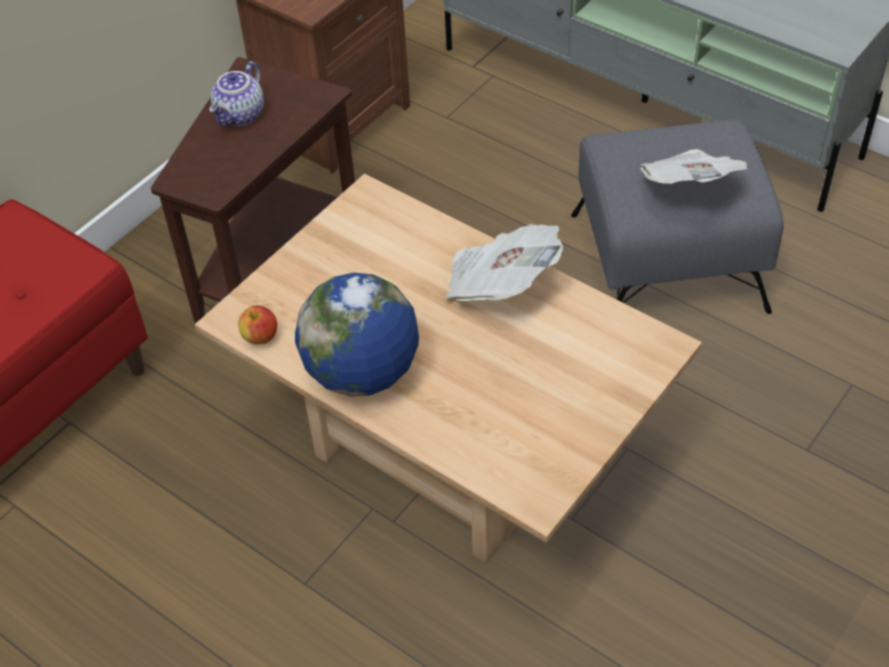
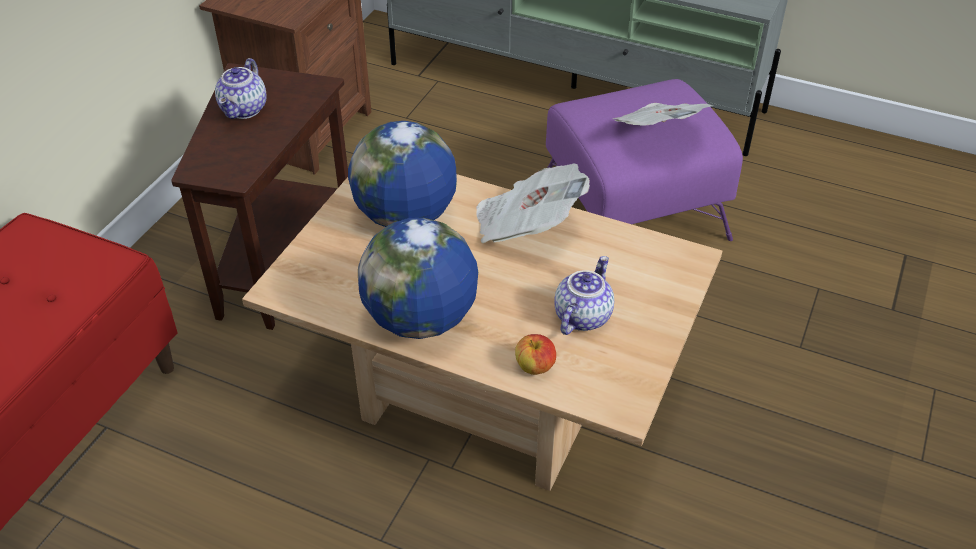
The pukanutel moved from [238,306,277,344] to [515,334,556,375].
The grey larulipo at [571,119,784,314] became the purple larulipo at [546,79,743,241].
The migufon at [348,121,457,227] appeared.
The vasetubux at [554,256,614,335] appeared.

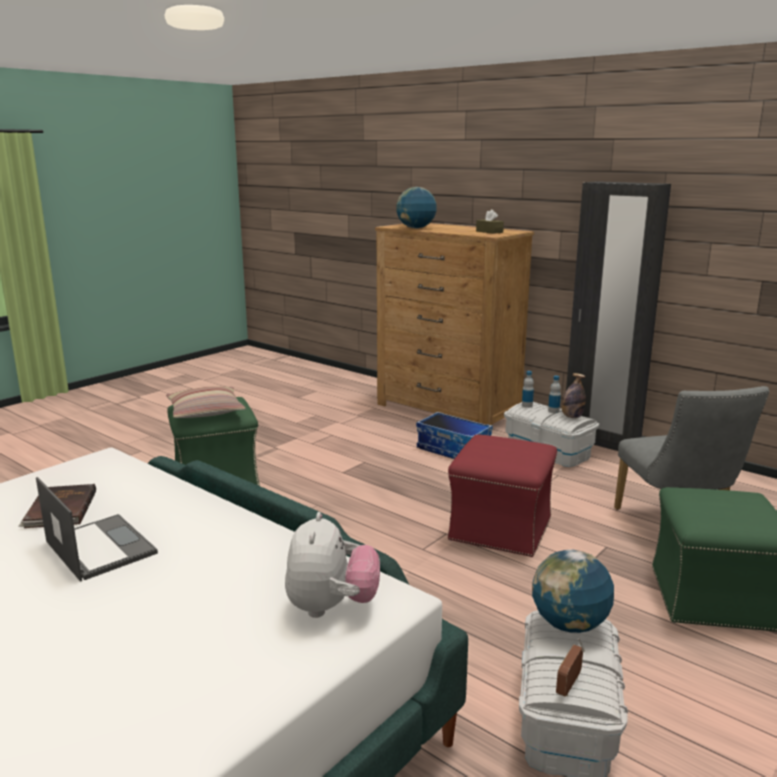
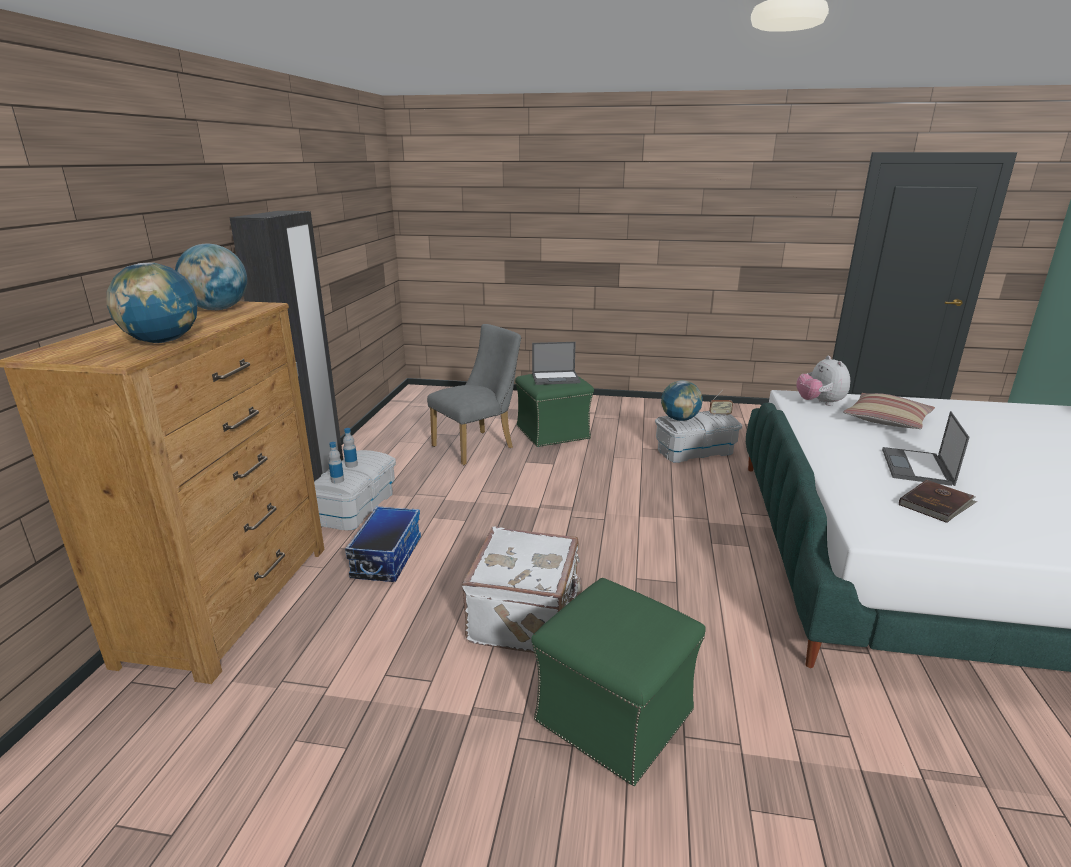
The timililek moved from [166,386,246,418] to [843,393,935,429].
The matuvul at [285,512,380,618] turned 75 degrees counterclockwise.
The red larulipo at [448,434,557,557] disappeared.
The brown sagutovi at [476,209,504,234] was replaced by the migufon at [175,244,247,310].
The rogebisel at [562,373,586,418] disappeared.
The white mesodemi at [462,527,582,653] appeared.
The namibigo at [532,342,580,385] appeared.

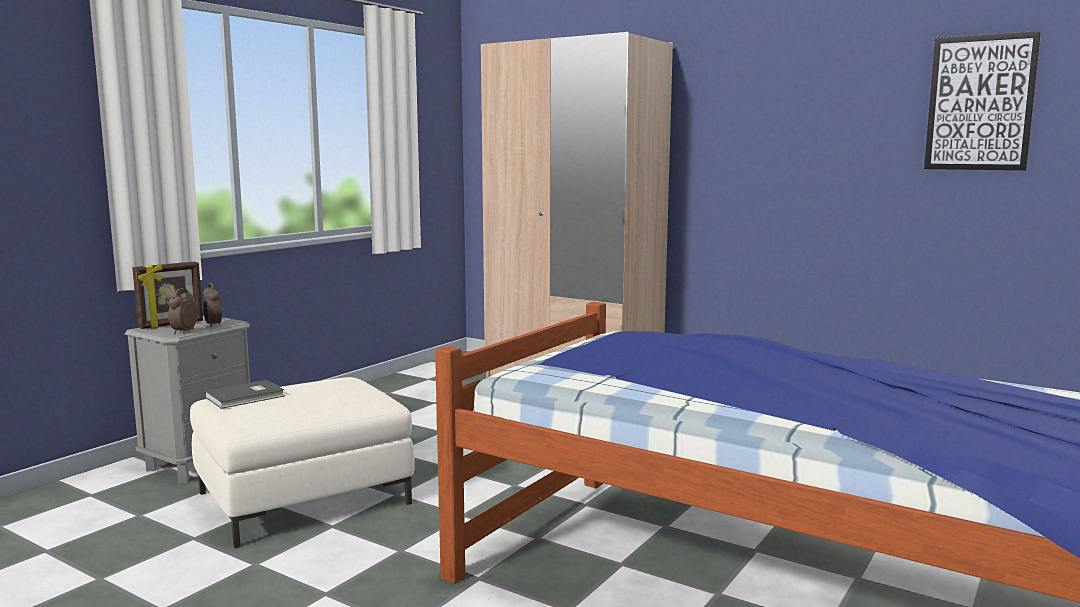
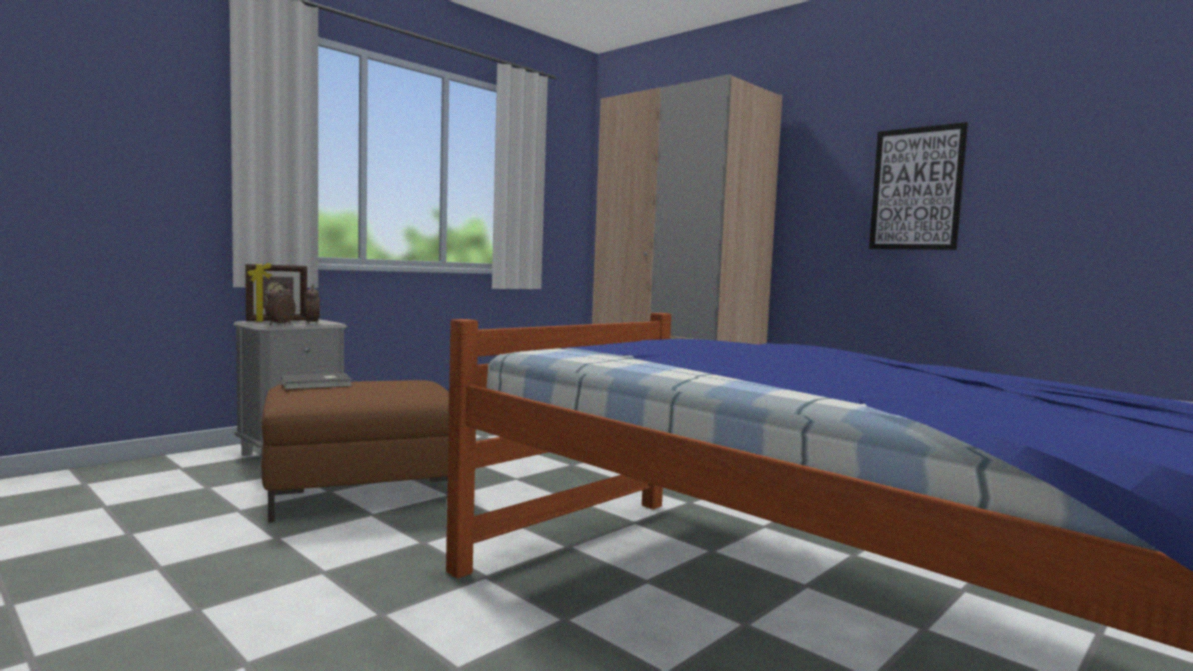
The white larulipo at [190,377,414,548] became the brown larulipo at [261,380,449,523].
The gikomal moved from [924,31,1041,170] to [869,122,968,250].

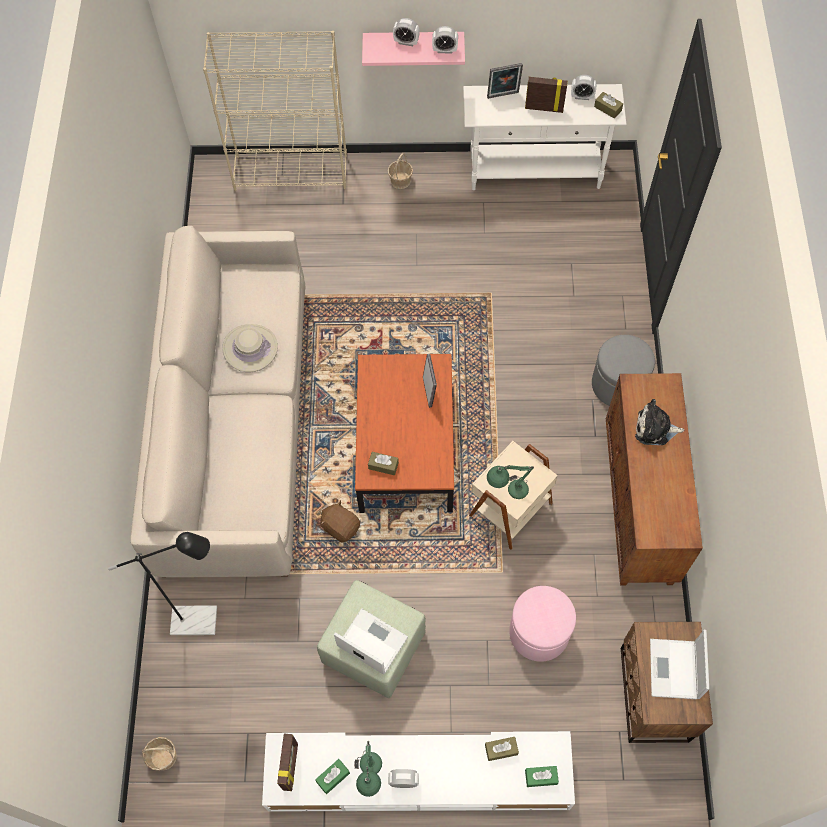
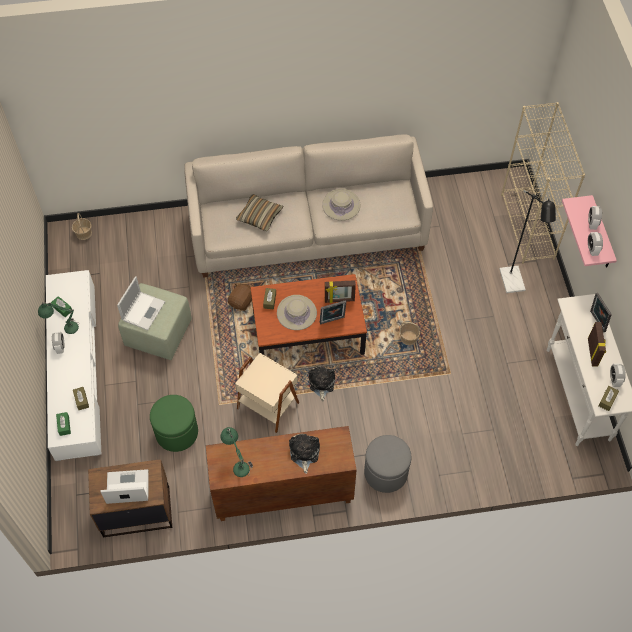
The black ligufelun moved from [108,532,217,635] to [499,190,556,293].
The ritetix moved from [277,734,298,791] to [325,280,356,303].
The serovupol moved from [388,153,413,189] to [399,322,420,345].
The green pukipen moved from [487,465,534,499] to [221,427,253,477].
The pink larulipo at [509,586,576,662] became the green larulipo at [150,395,198,452].
The timililek at [236,194,283,231] appeared.
The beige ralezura at [277,295,317,330] appeared.
The matuvul at [309,367,335,401] appeared.

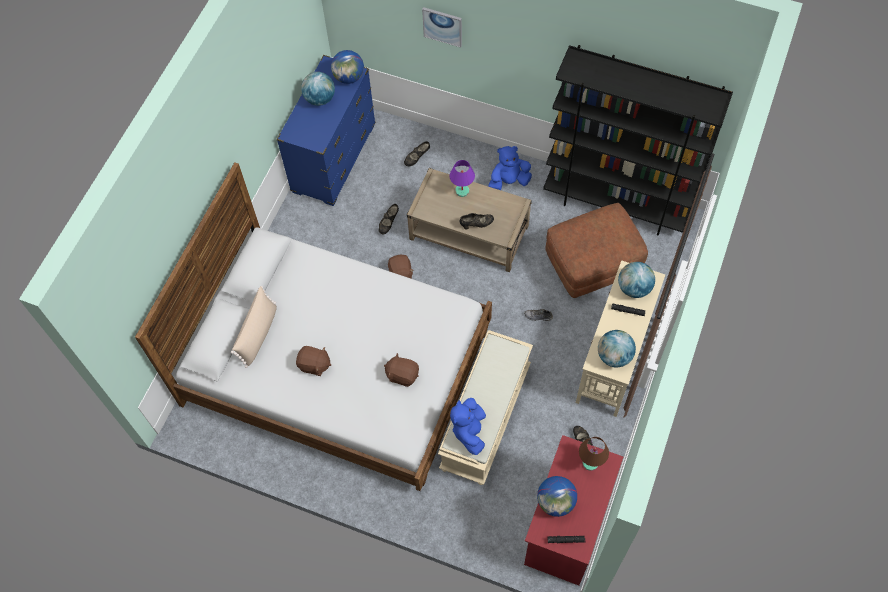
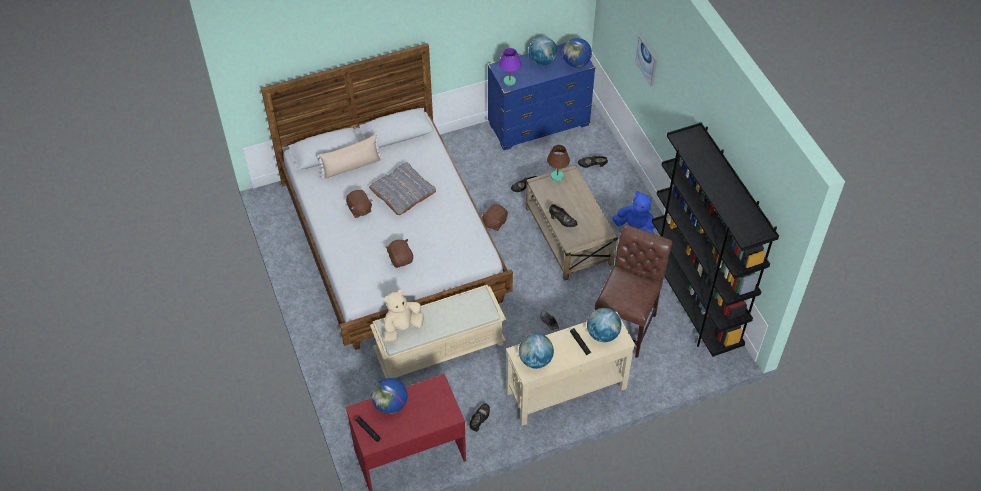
The purple pukipen moved from [450,160,475,197] to [499,48,521,86].
The blue matuvul at [450,398,486,455] became the beige matuvul at [384,290,424,342].
The brown larulipo at [545,203,648,298] was replaced by the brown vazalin at [595,225,673,358].
The brown pukipen moved from [579,437,609,471] to [547,145,570,181].
The grey timililek at [369,162,436,215] appeared.

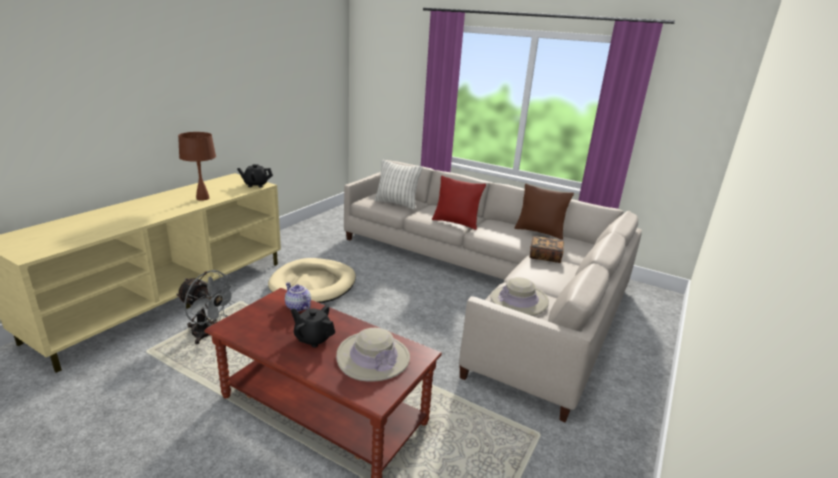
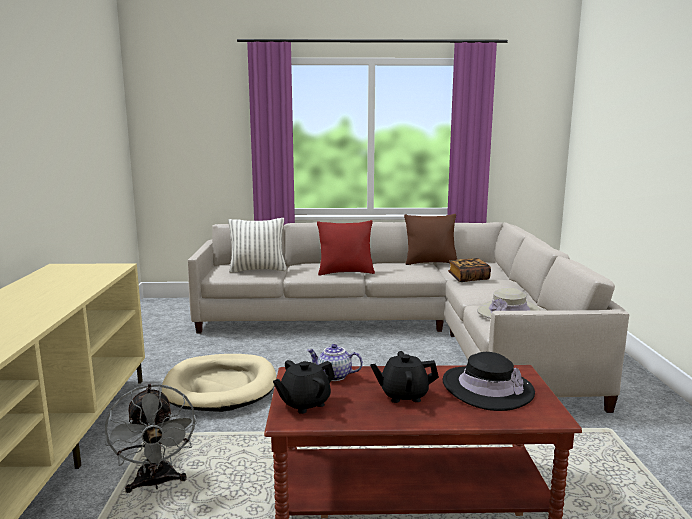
The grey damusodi at [176,270,237,344] turned 75 degrees clockwise.
The brown pukipen at [178,132,216,201] disappeared.
The black vasetubux moved from [237,164,273,187] to [273,360,335,414].
The beige ralezura at [336,328,410,382] became the black ralezura at [443,352,535,411].

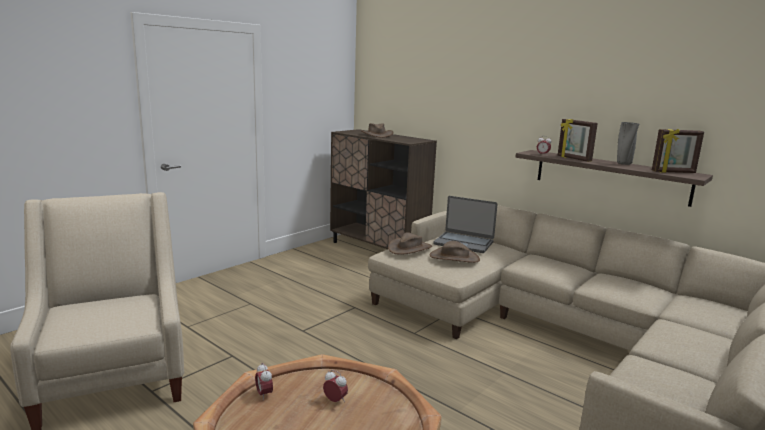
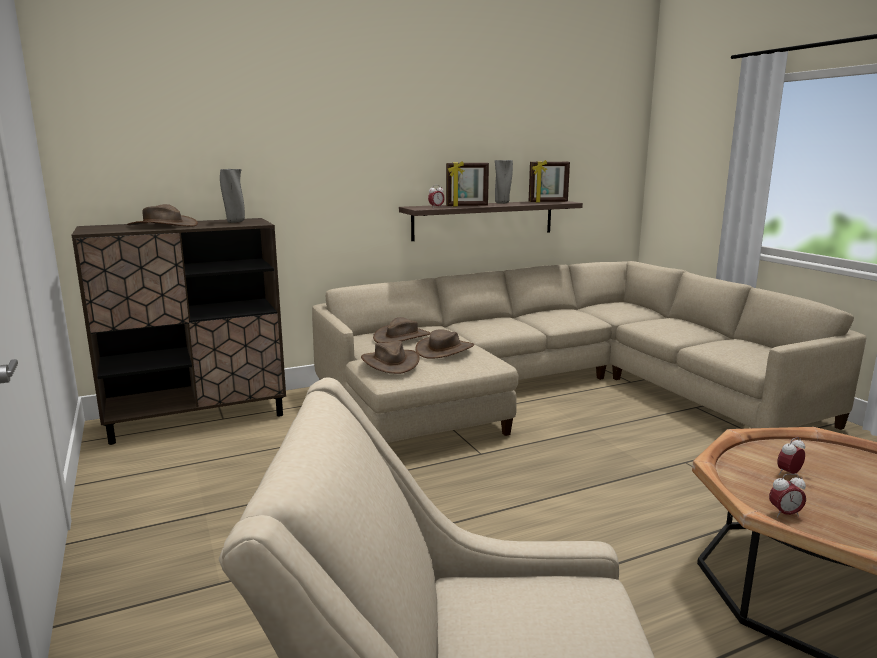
The namibigo at [433,196,498,253] was replaced by the brown ralezura at [373,317,430,343].
The ritetix at [652,129,704,173] turned 60 degrees clockwise.
The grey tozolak at [220,169,245,223] appeared.

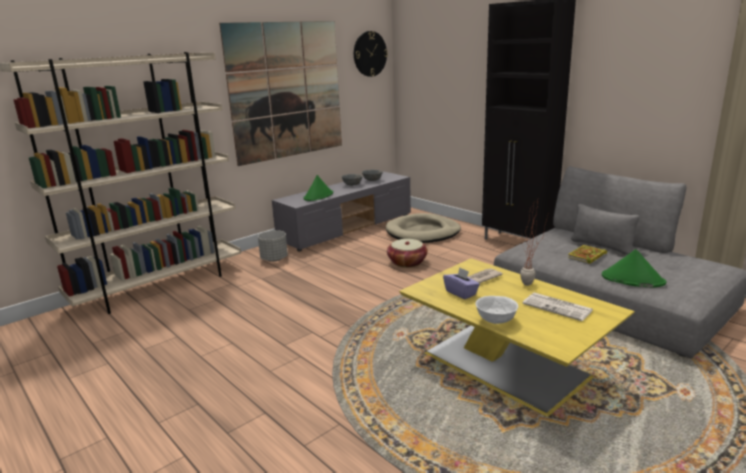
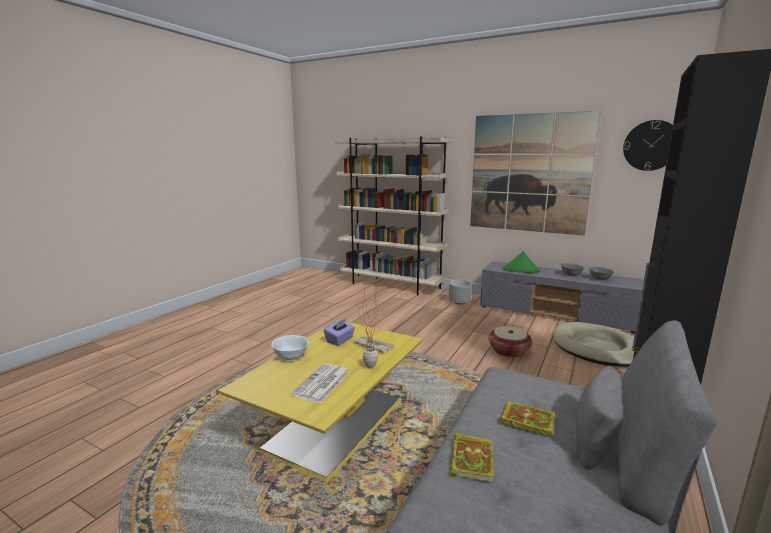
The green ralezura at [602,249,666,287] was replaced by the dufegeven at [449,432,493,482].

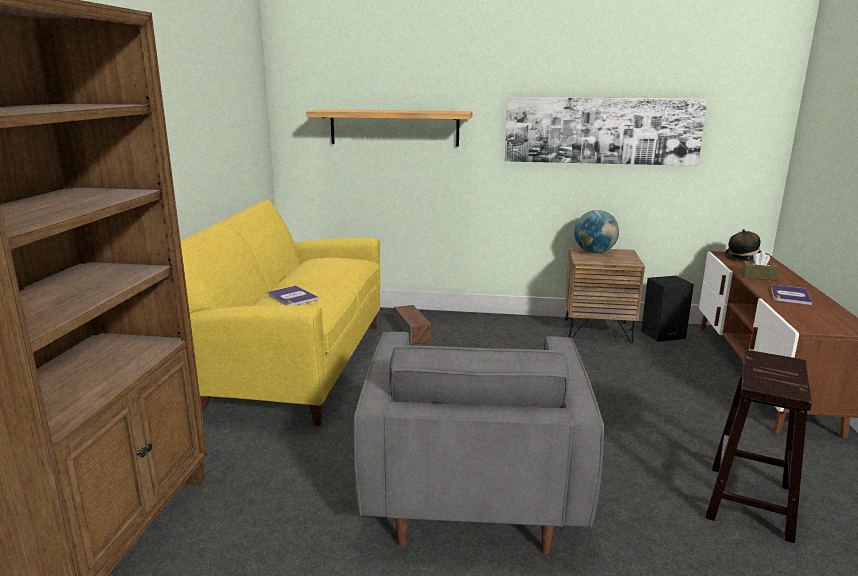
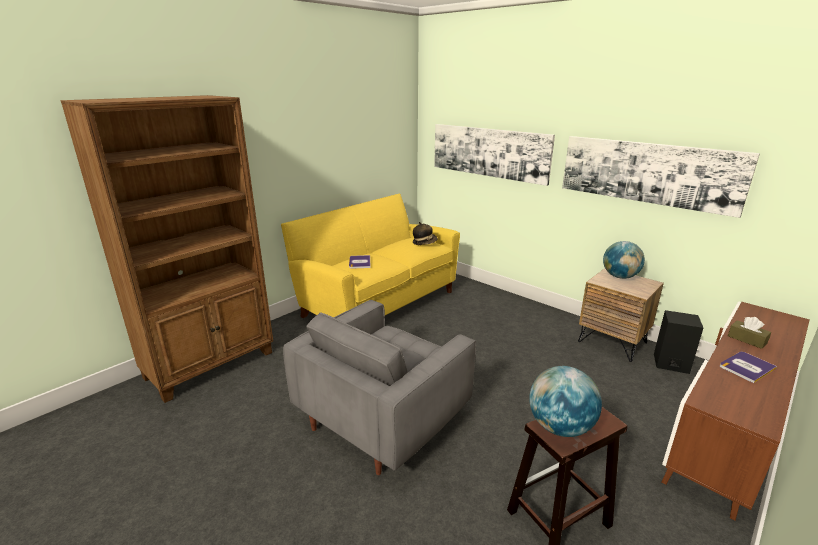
The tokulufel at [306,109,473,146] was replaced by the gikomal at [434,124,555,186].
The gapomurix at [394,305,431,345] disappeared.
The ralezura moved from [725,229,762,262] to [413,222,438,245].
The migufon at [529,366,602,437] appeared.

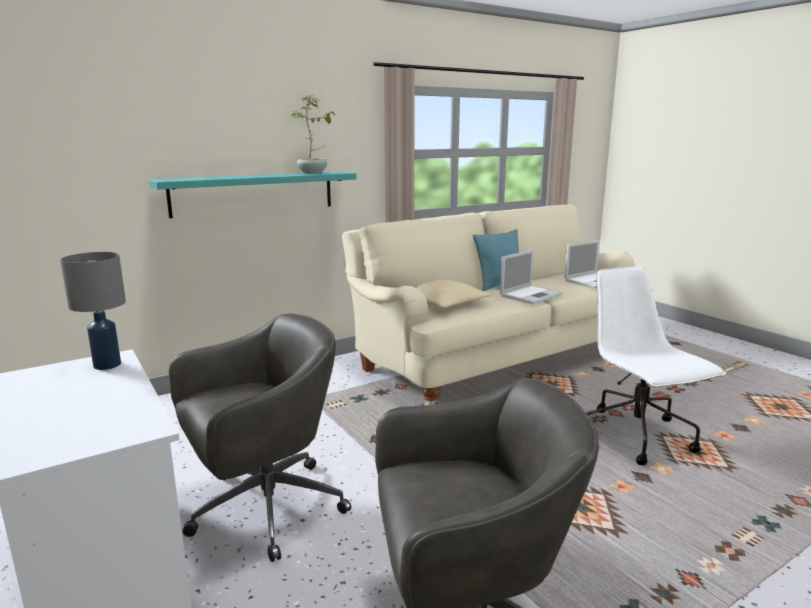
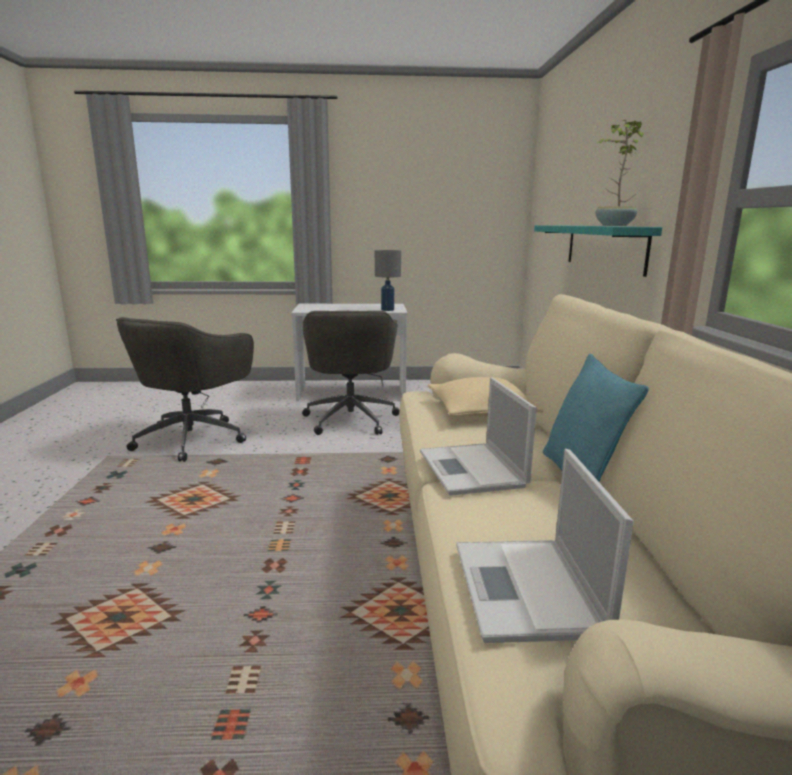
The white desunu at [586,266,726,465] disappeared.

